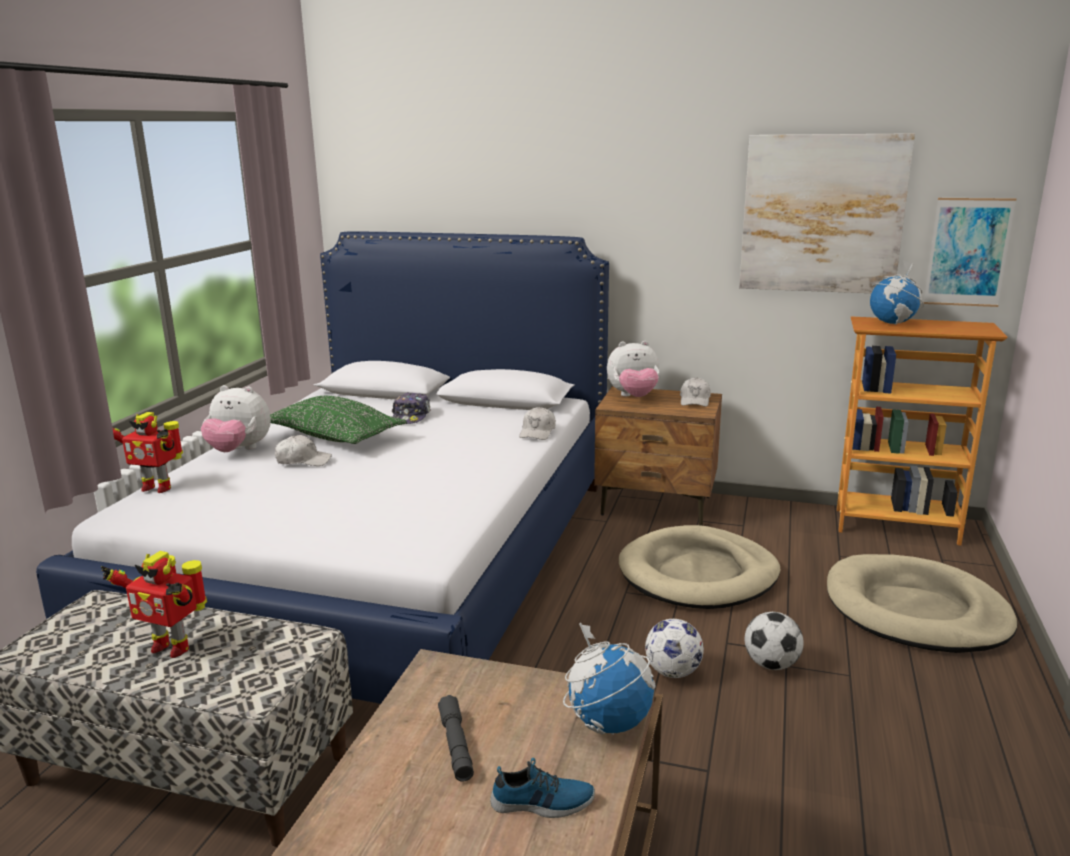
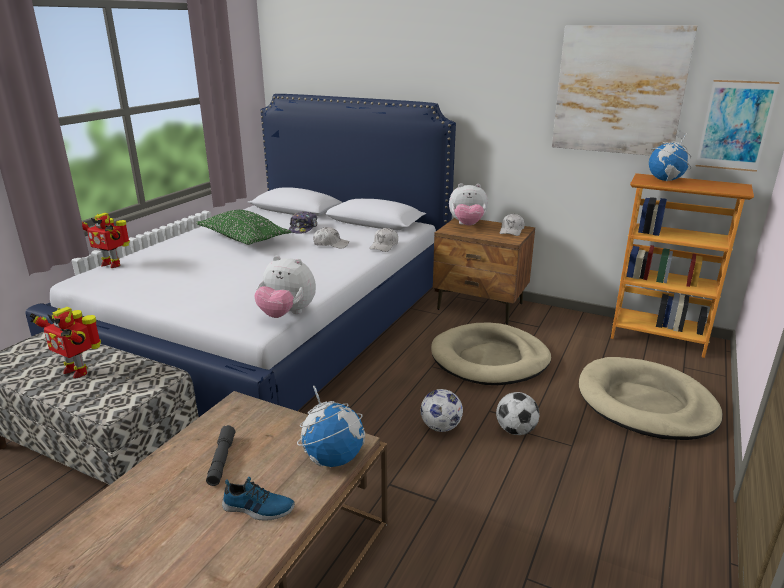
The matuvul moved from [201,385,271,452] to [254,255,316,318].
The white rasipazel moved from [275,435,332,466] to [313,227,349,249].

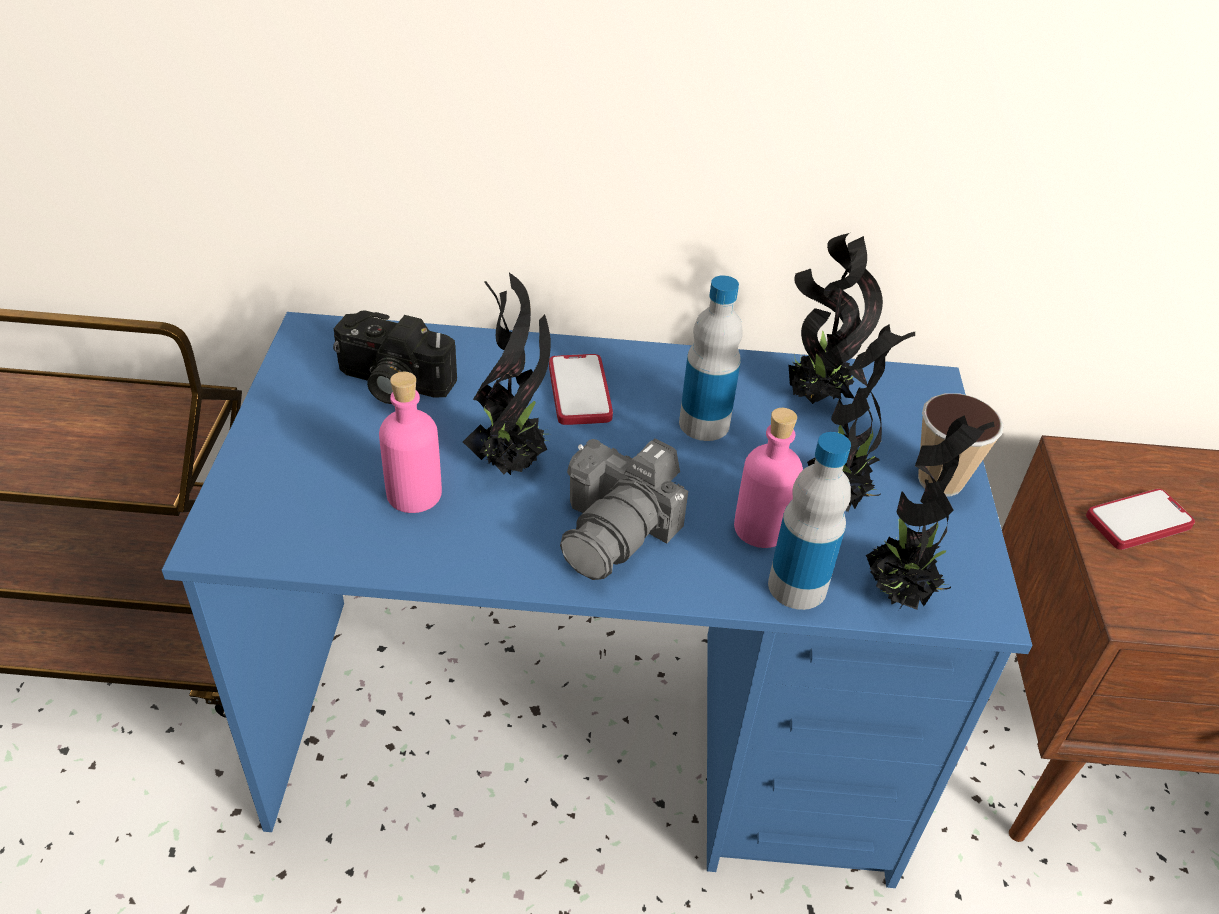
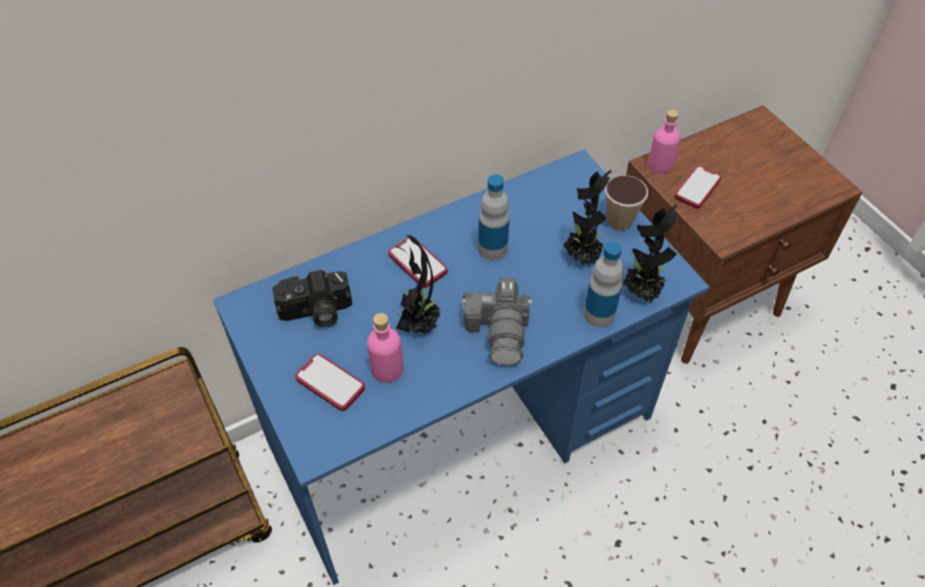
The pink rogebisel moved from [734,408,803,548] to [648,109,680,174].
The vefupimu at [788,233,883,404] disappeared.
The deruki at [295,354,365,411] appeared.

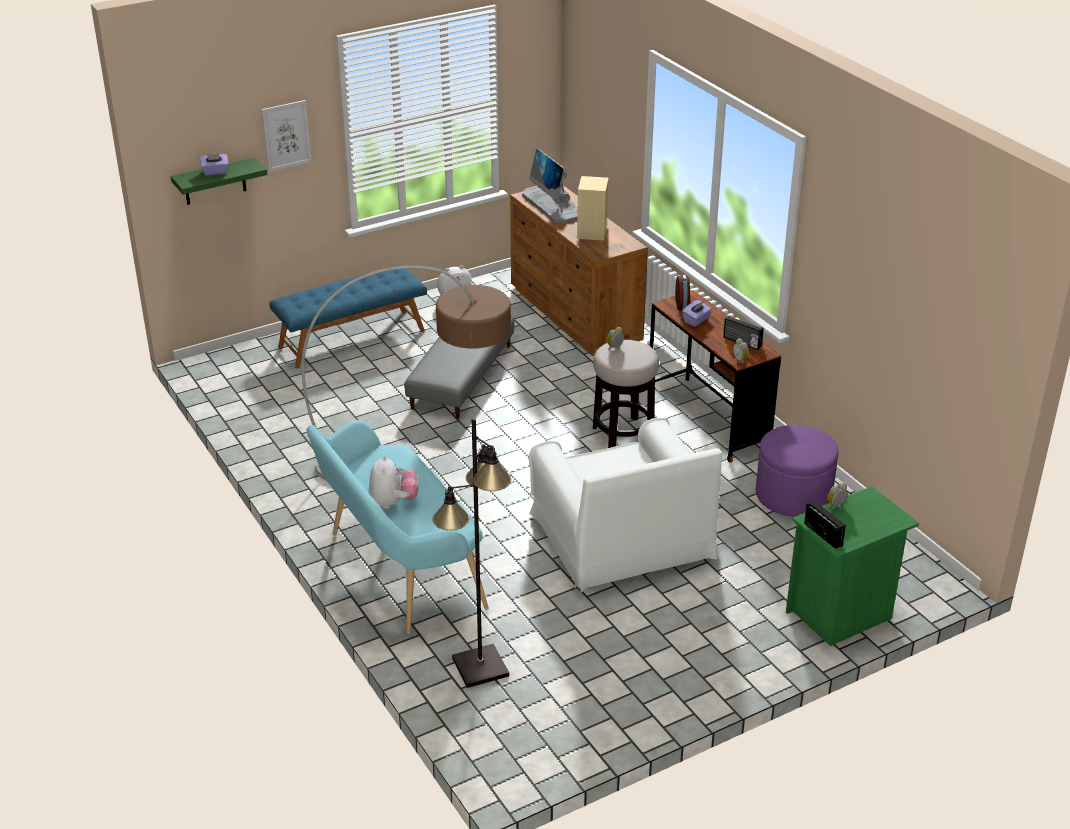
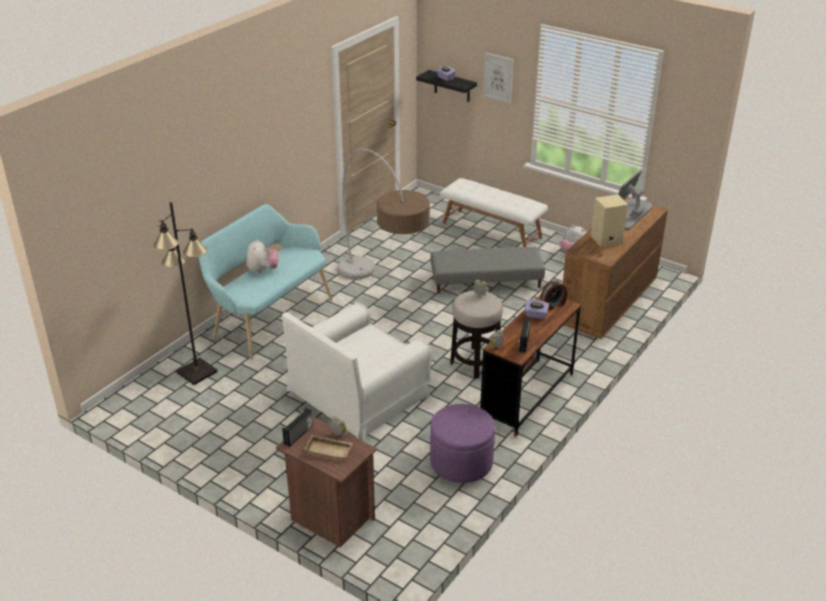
The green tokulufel at [171,157,267,205] became the black tokulufel at [416,70,477,102].
The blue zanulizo at [269,265,427,369] became the white zanulizo at [440,178,548,247].
The matuvul at [369,455,418,509] turned 60 degrees counterclockwise.
The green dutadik at [786,486,919,646] became the brown dutadik at [276,417,377,548].
The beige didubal at [305,435,353,461] appeared.

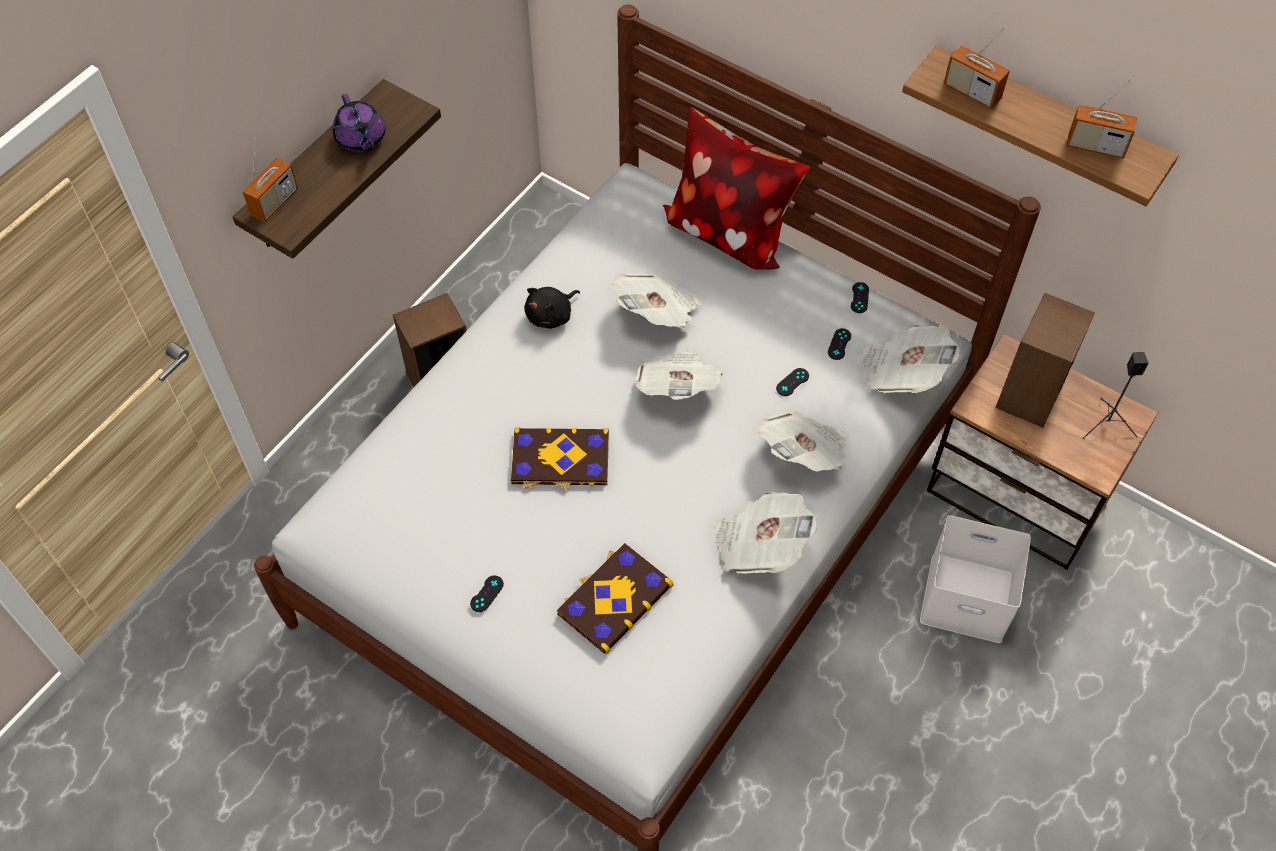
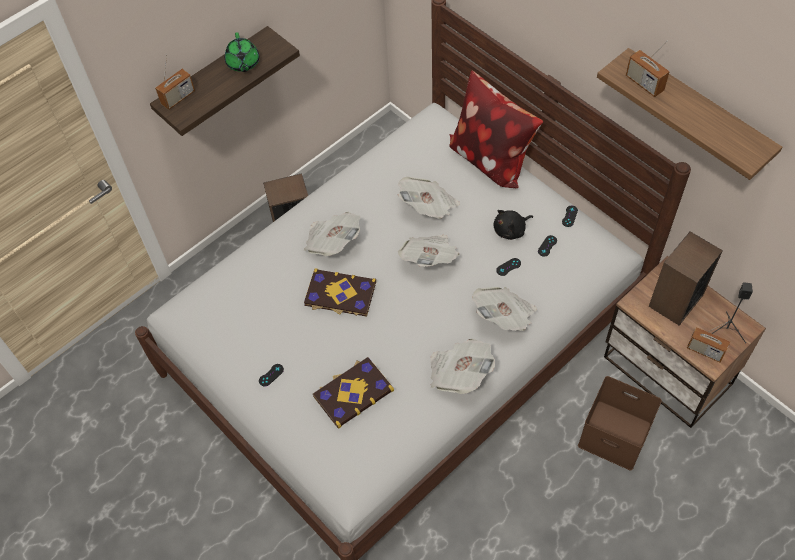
The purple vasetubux at [333,93,386,151] became the green vasetubux at [225,32,259,72].
The black matuvul moved from [525,287,580,328] to [494,210,533,240].
The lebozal moved from [861,325,960,393] to [304,212,361,256].
The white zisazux at [920,515,1031,643] became the brown zisazux at [578,376,662,471].
The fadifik moved from [1066,78,1138,159] to [687,322,730,362].

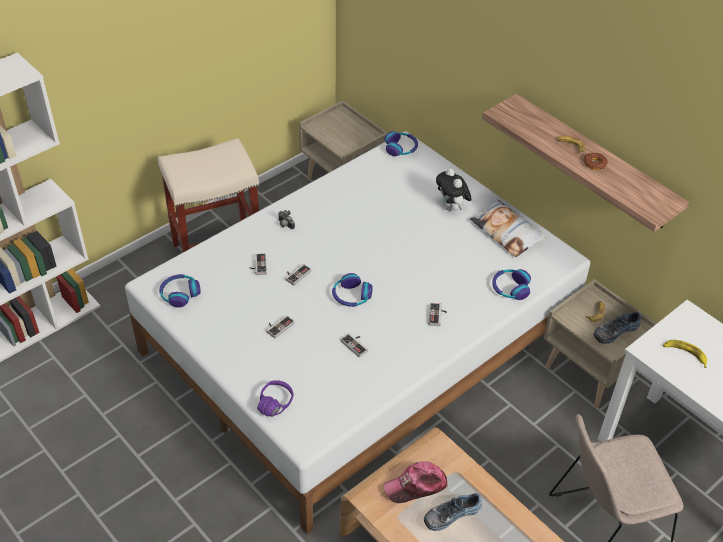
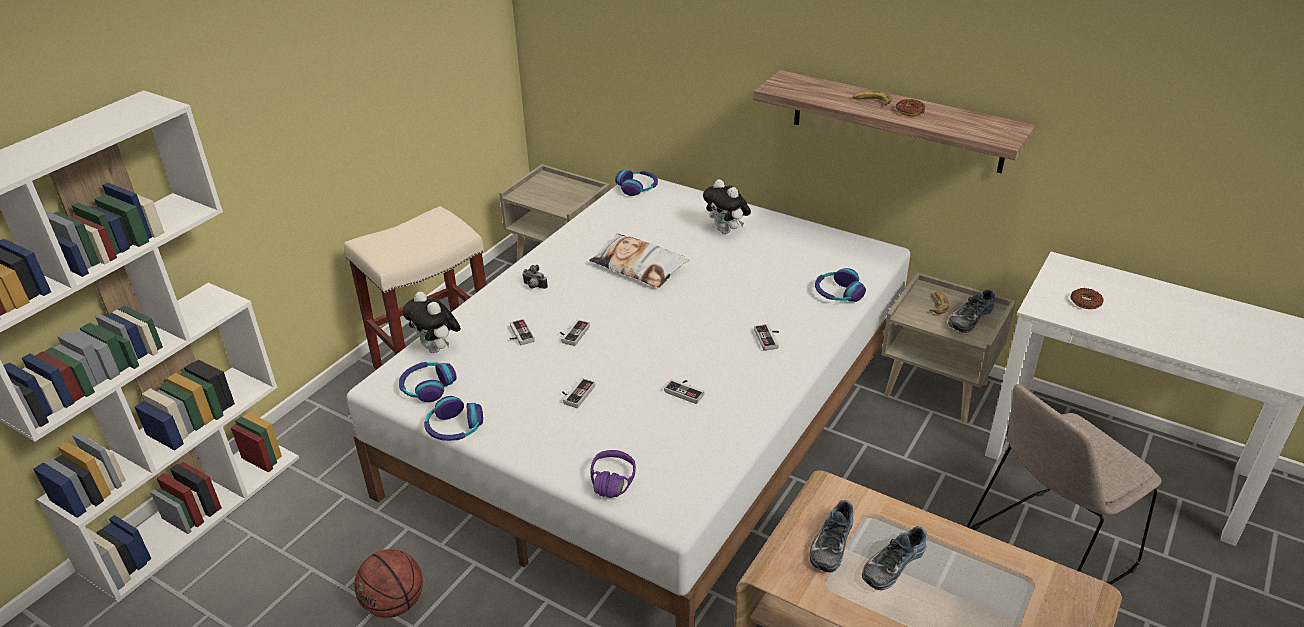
The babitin moved from [332,273,373,307] to [424,396,483,441].
The rasipazel at [383,461,447,503] was replaced by the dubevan at [809,500,854,573].
The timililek moved from [470,200,547,257] to [589,234,689,288].
The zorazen at [663,340,707,368] was replaced by the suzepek at [1070,288,1104,309].
The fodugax at [354,549,423,618] appeared.
The matuvul at [402,291,461,353] appeared.

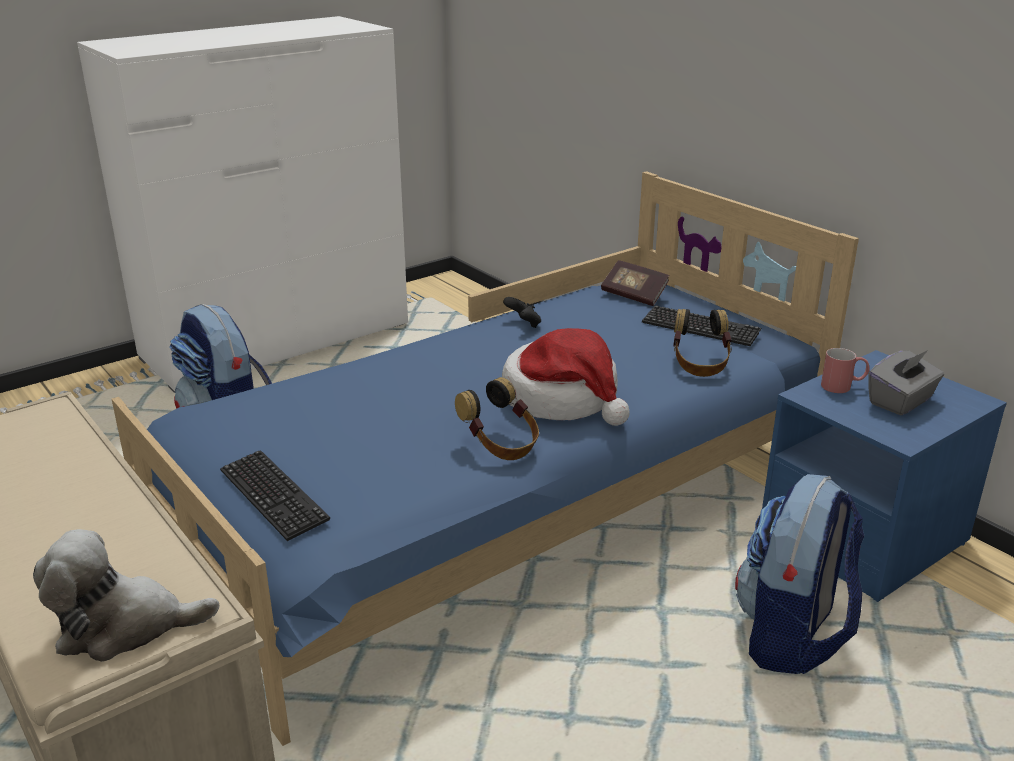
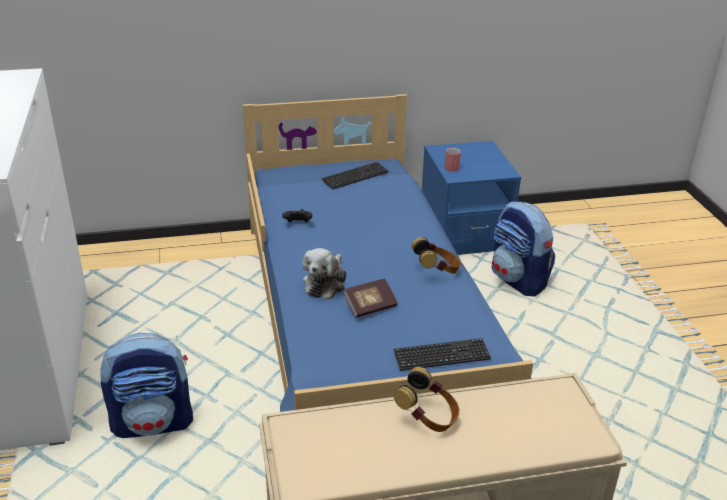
The matuvul moved from [33,529,220,662] to [302,248,347,300].
The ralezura at [502,328,630,426] disappeared.
The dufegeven moved from [601,260,669,306] to [343,278,398,318].
The babitin moved from [673,309,732,377] to [394,367,460,432].
The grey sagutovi at [869,350,944,416] disappeared.

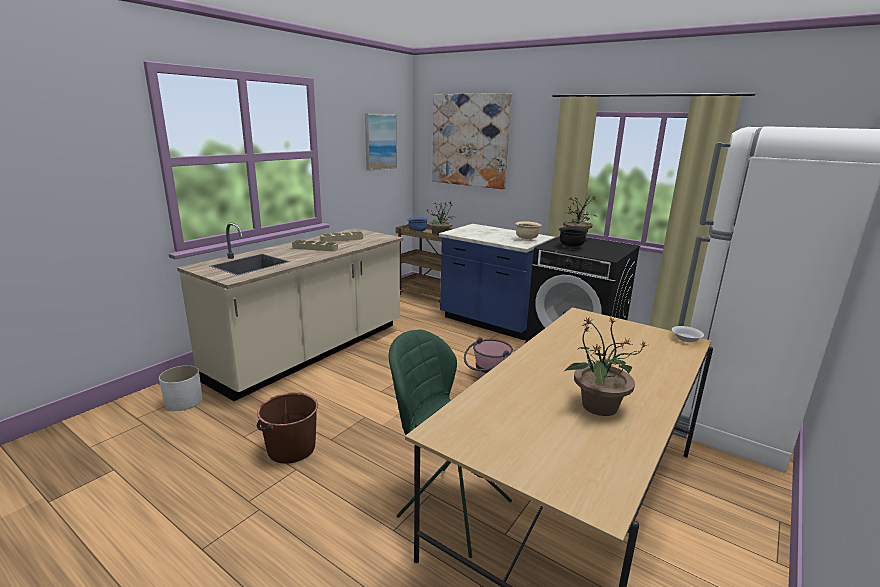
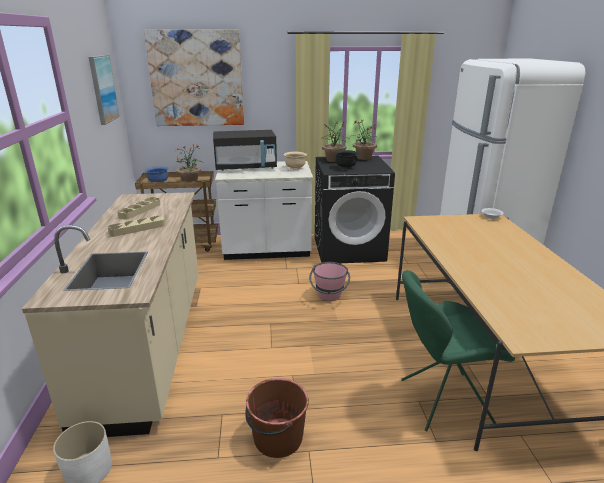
The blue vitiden at [439,224,555,340] became the white vitiden at [215,161,313,260].
The vefupimu moved from [565,317,647,416] to [350,119,377,160].
The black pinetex at [213,130,277,171] appeared.

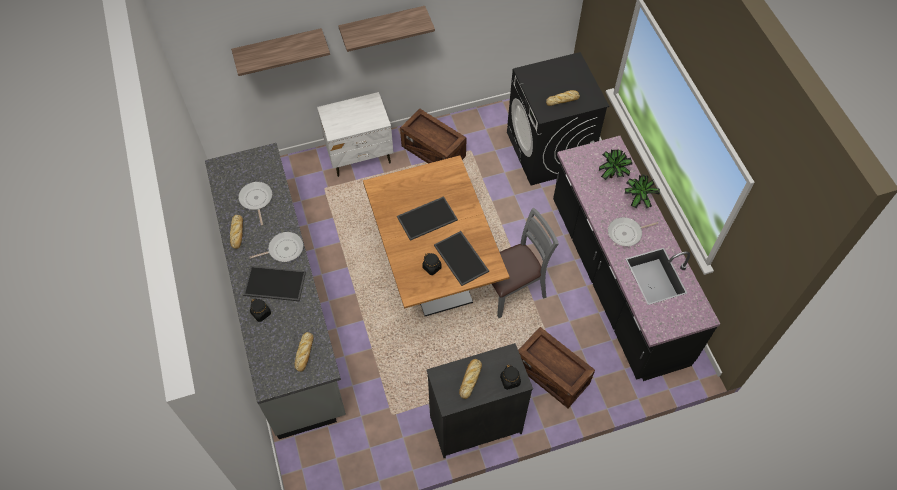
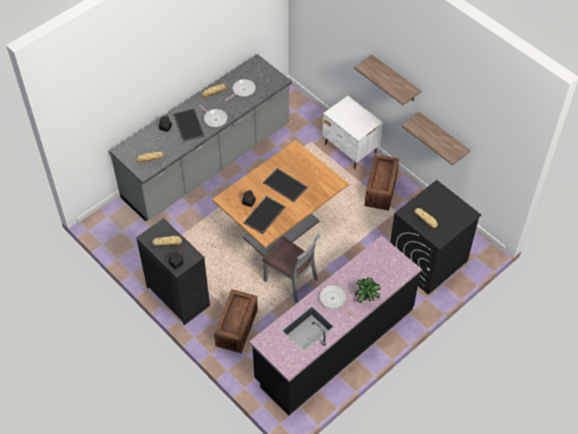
The tokulufel moved from [231,28,330,76] to [402,112,470,166].
The vefupimu at [599,150,633,180] disappeared.

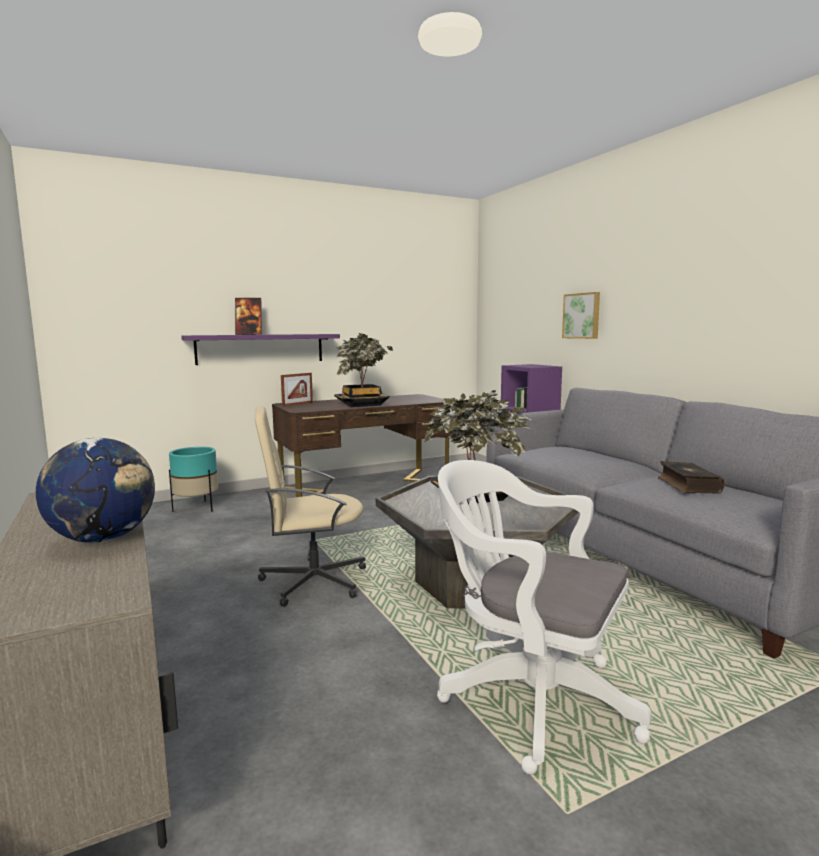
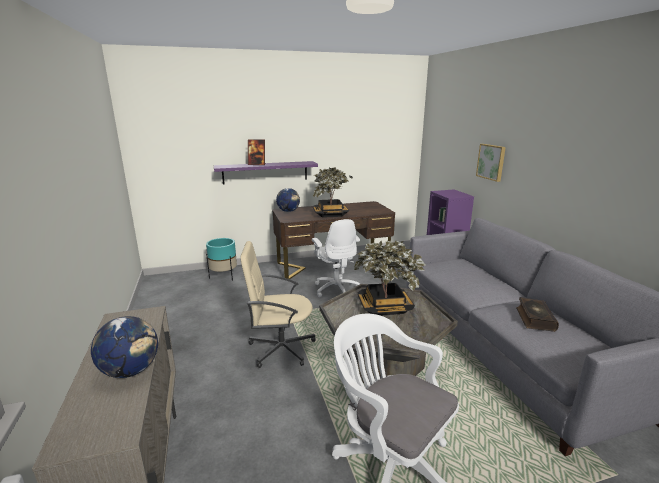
The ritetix at [281,373,313,406] was replaced by the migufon at [276,188,300,212].
The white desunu at [312,219,360,297] appeared.

